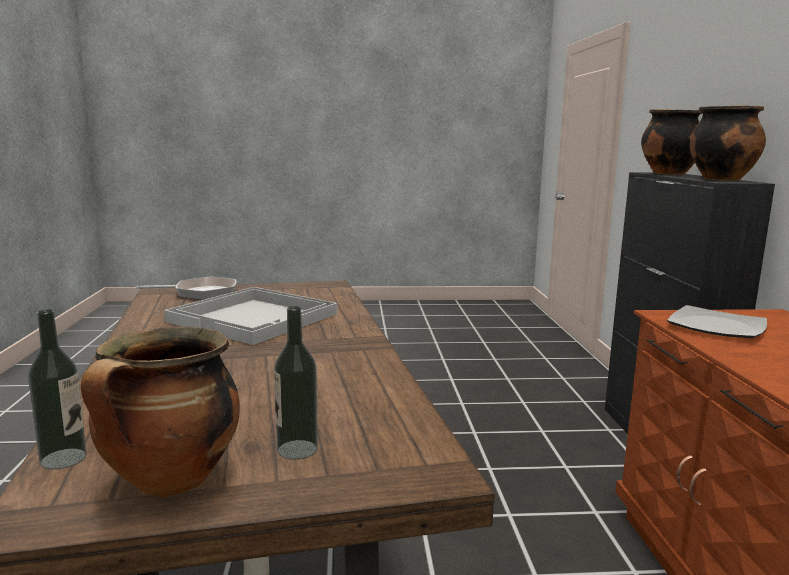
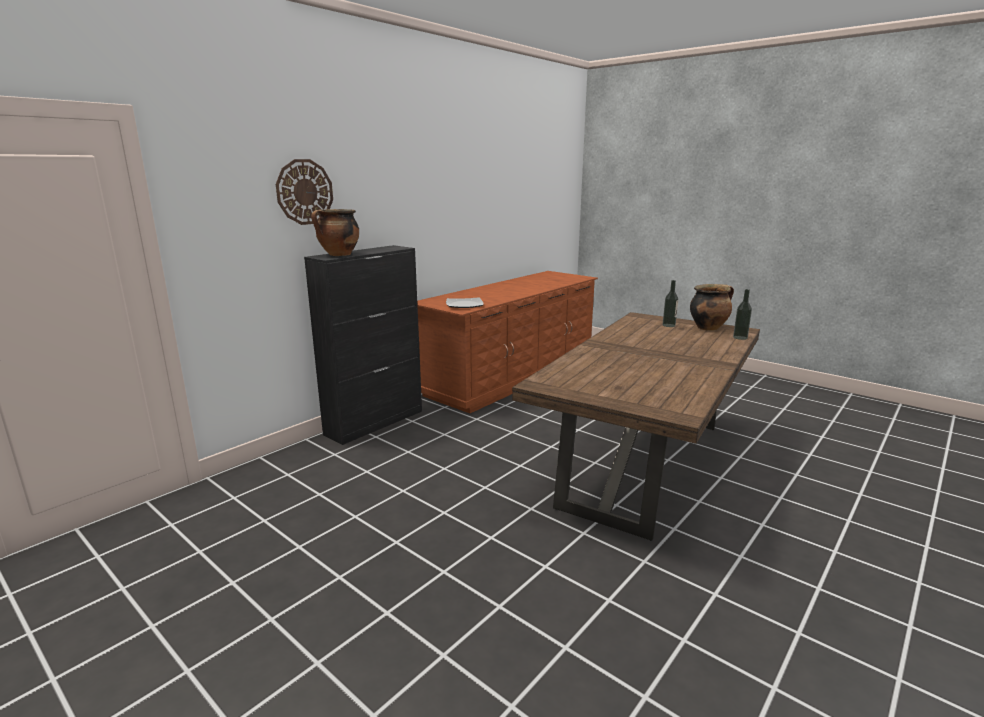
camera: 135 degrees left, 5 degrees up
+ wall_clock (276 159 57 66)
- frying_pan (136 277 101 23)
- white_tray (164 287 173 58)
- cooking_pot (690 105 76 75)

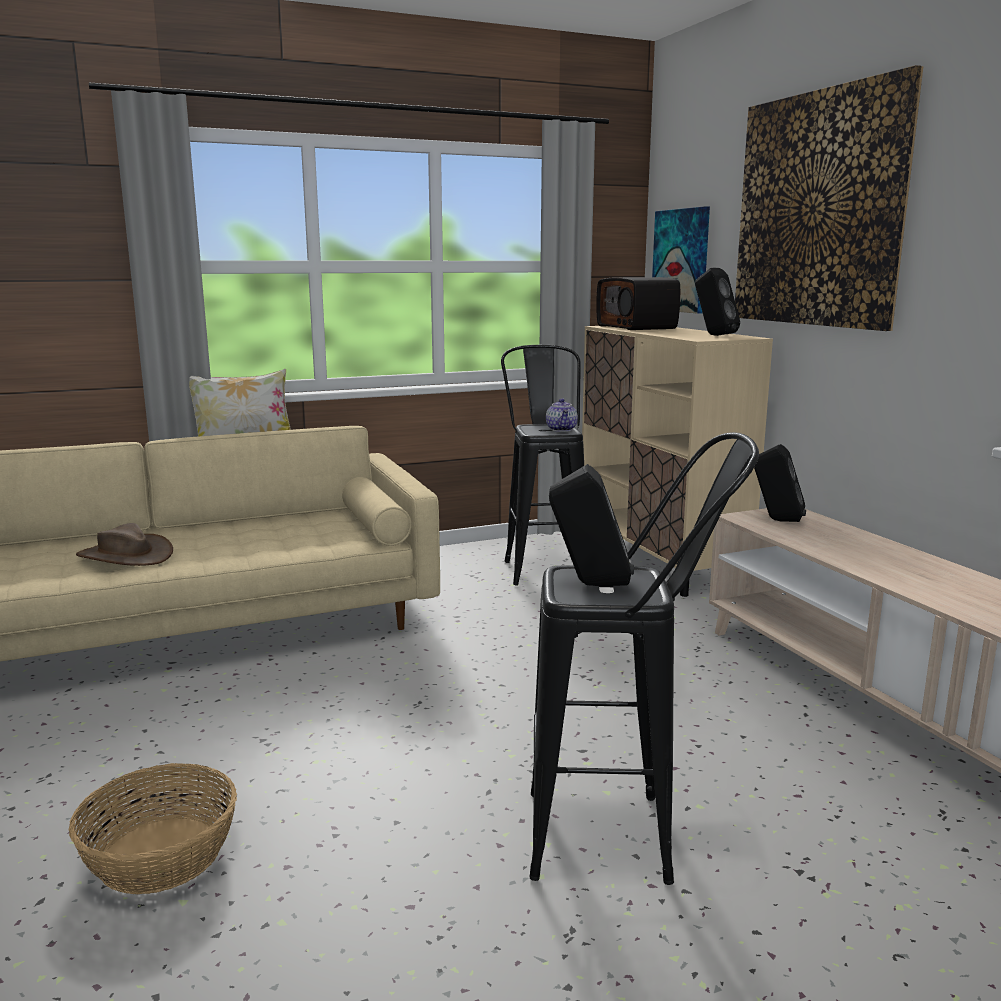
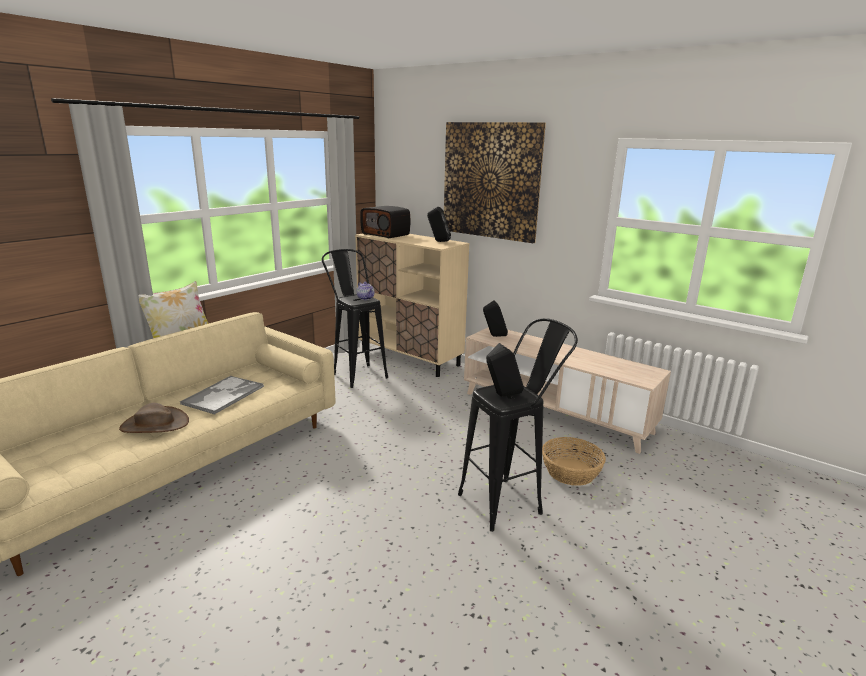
camera: 30 degrees left, 5 degrees up
+ tray (180 376 84 39)
~ basket (69 763 168 131) to (542 437 64 49)
- picture (652 206 58 108)

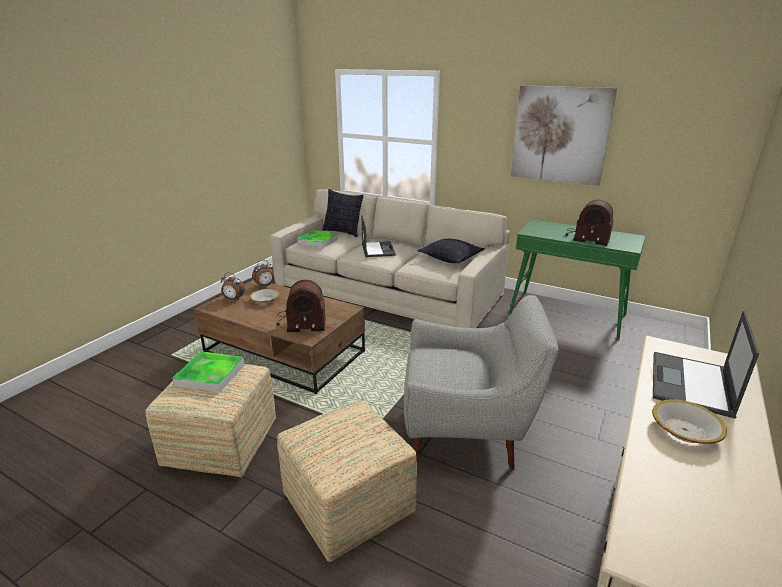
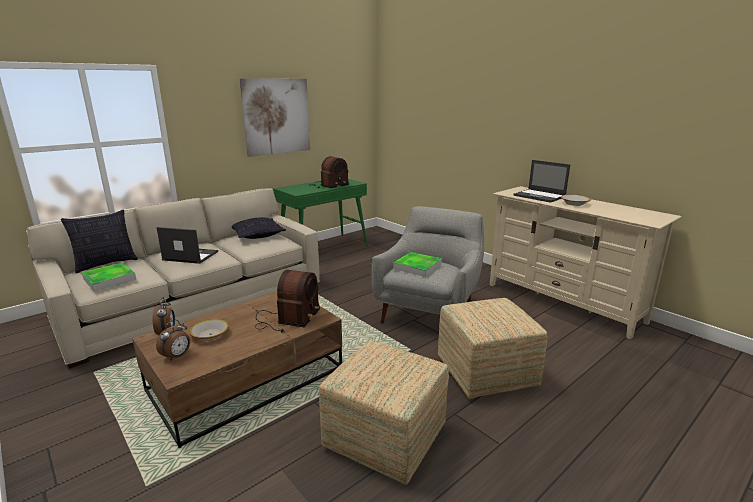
camera: 70 degrees left, 5 degrees down
~ tray (173 351 72 42) to (393 252 49 25)

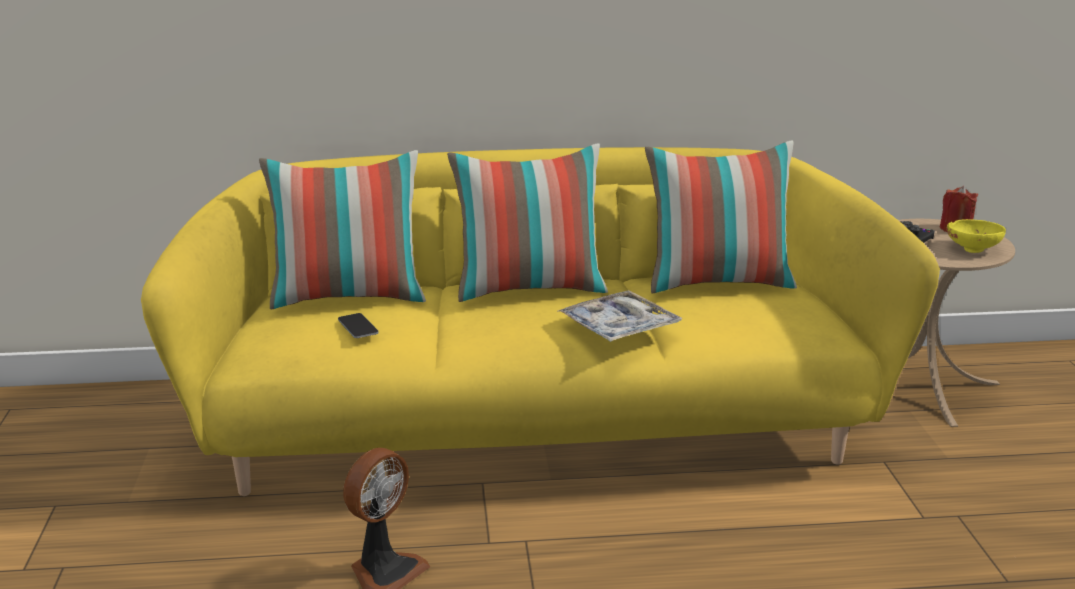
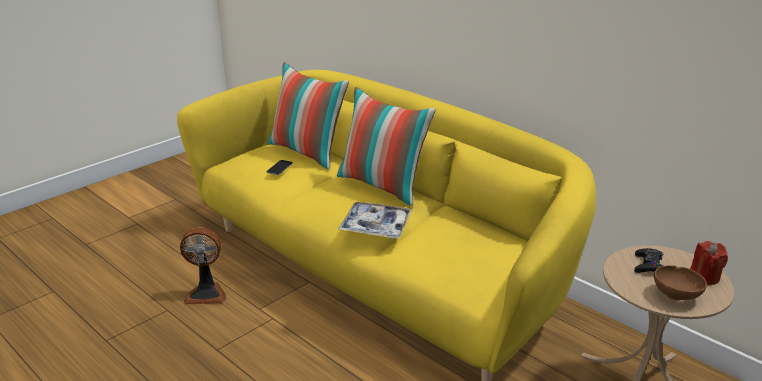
camera: 50 degrees right, 5 degrees up
~ yellow_bowl (947 219 59 34) to brown_bowl (654 265 53 36)
- pillow (645 141 152 152)

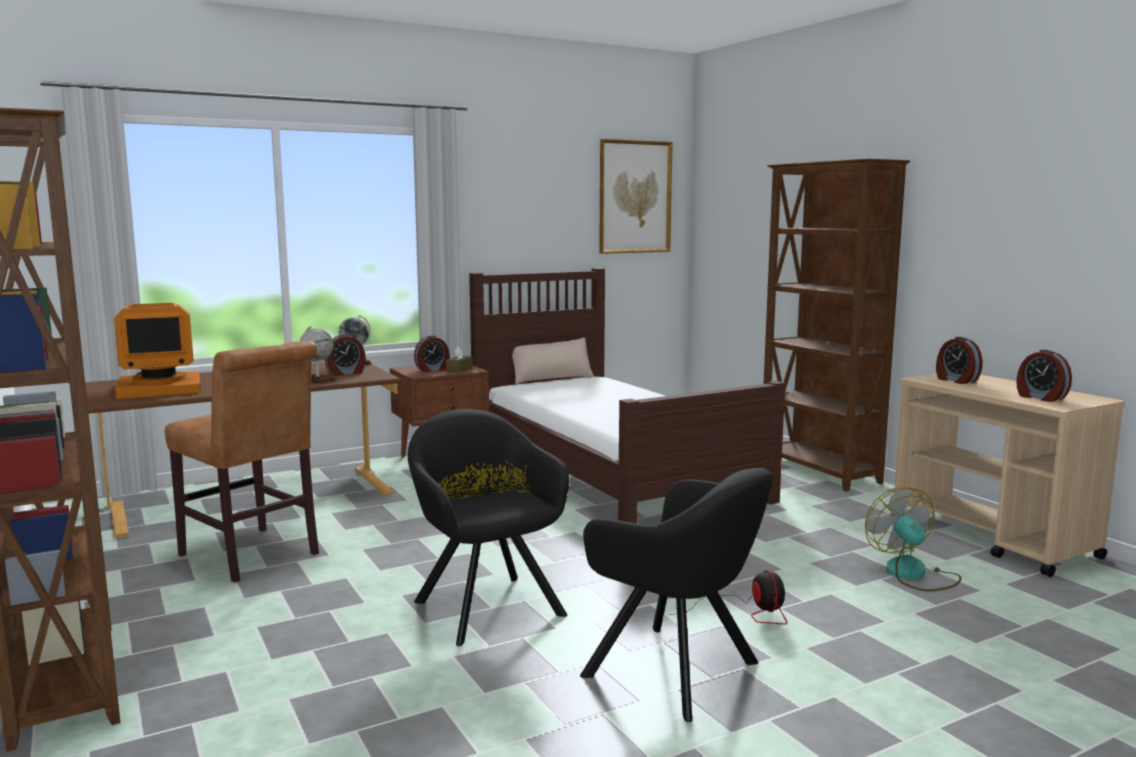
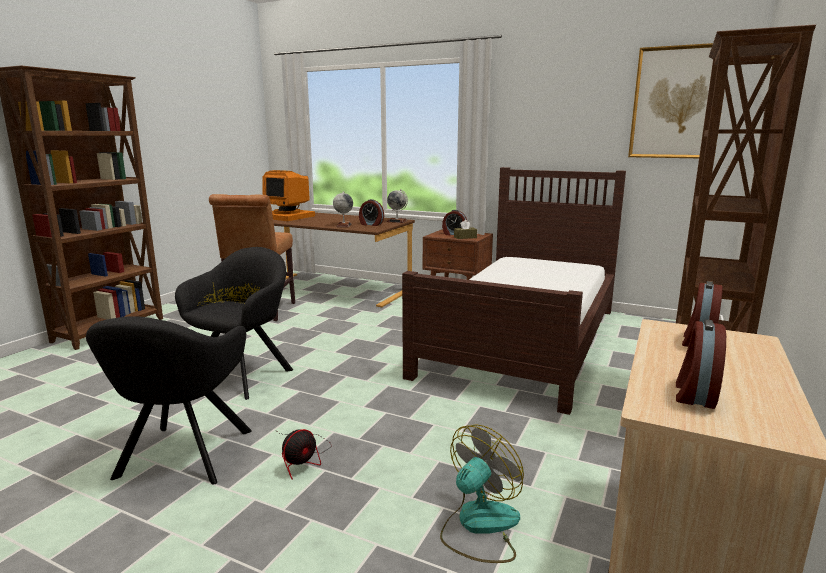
camera: 55 degrees right, 5 degrees up
- beige_pillow (512 338 82 46)

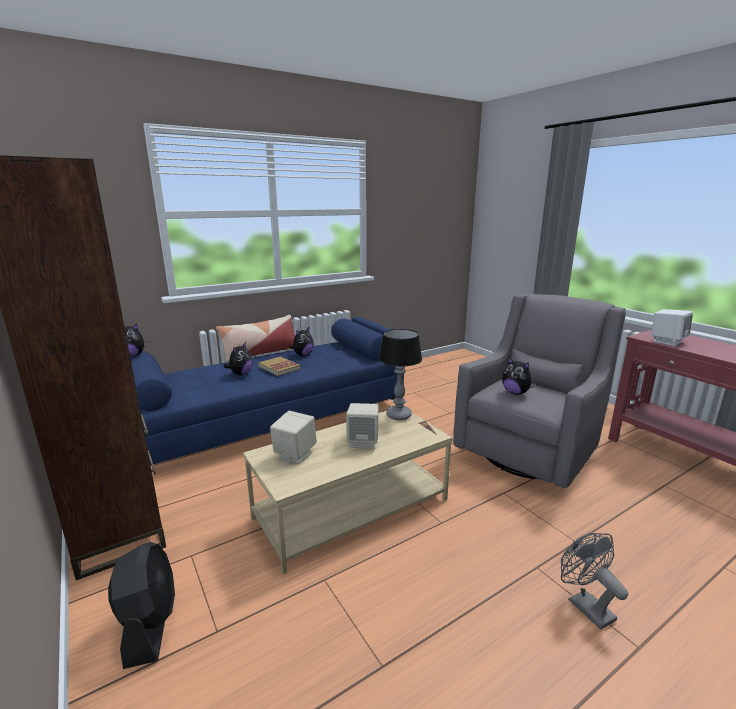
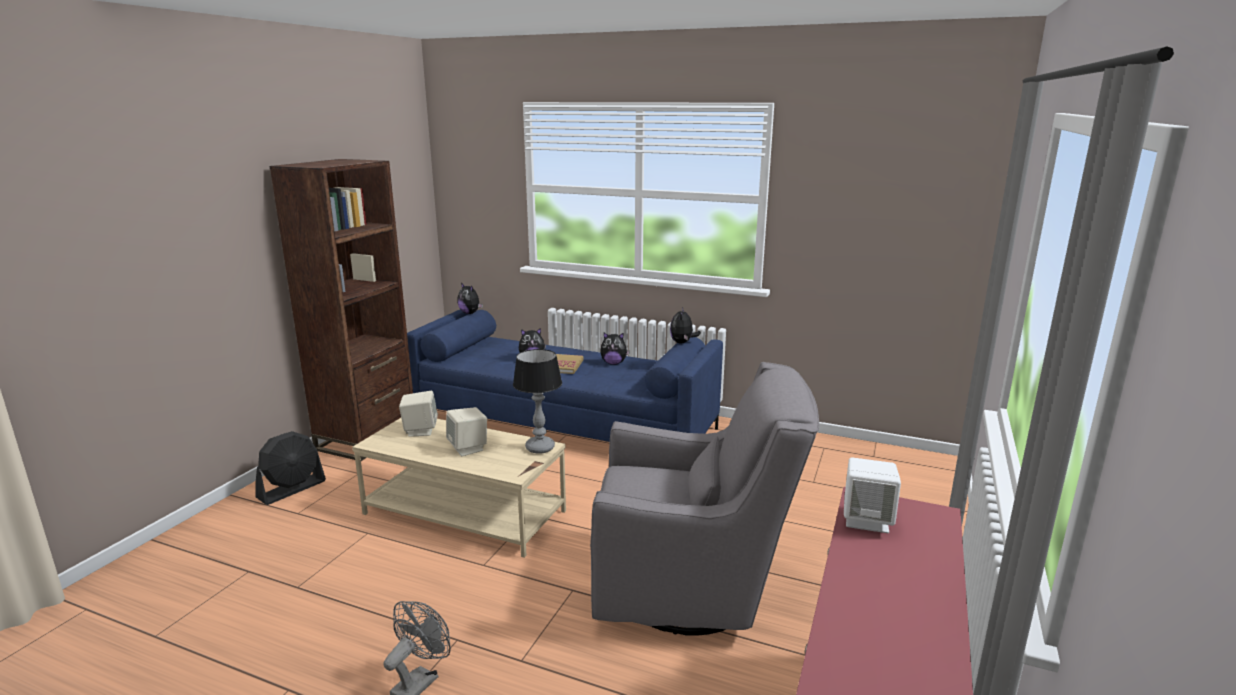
camera: 55 degrees right, 0 degrees up
~ plush_toy (502 357 34 38) to (670 307 31 37)
- pillow (216 315 79 48)

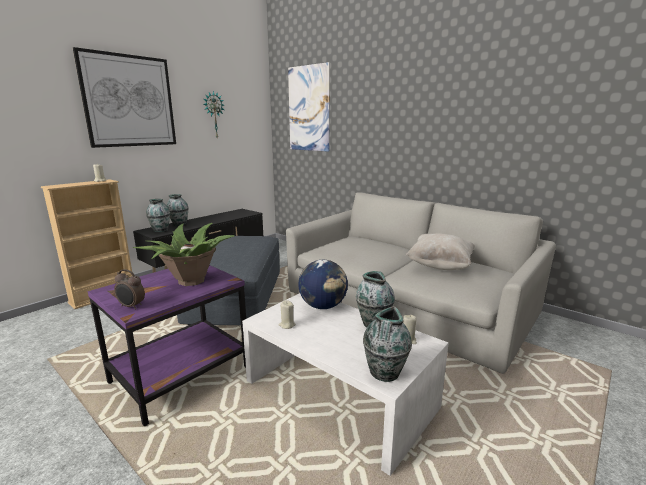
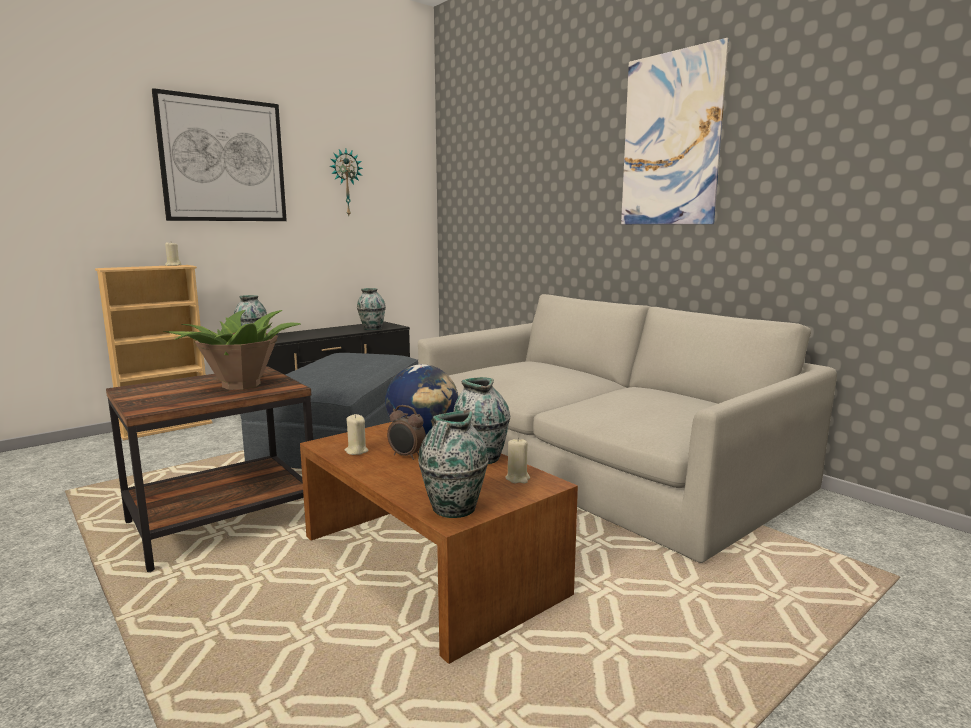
camera: 10 degrees right, 5 degrees down
~ purple_side_table (88 265 158 161) to brown_side_table (106 366 207 206)
~ white_coffee_table (242 293 207 183) to brown_coffee_table (300 422 278 242)
~ vase (167 194 22 31) to (357 288 29 42)
~ alarm_clock (114 269 31 41) to (387 405 39 55)
~ picture (288 62 42 90) to (621 38 108 186)
- beige_pillow (406 233 69 37)

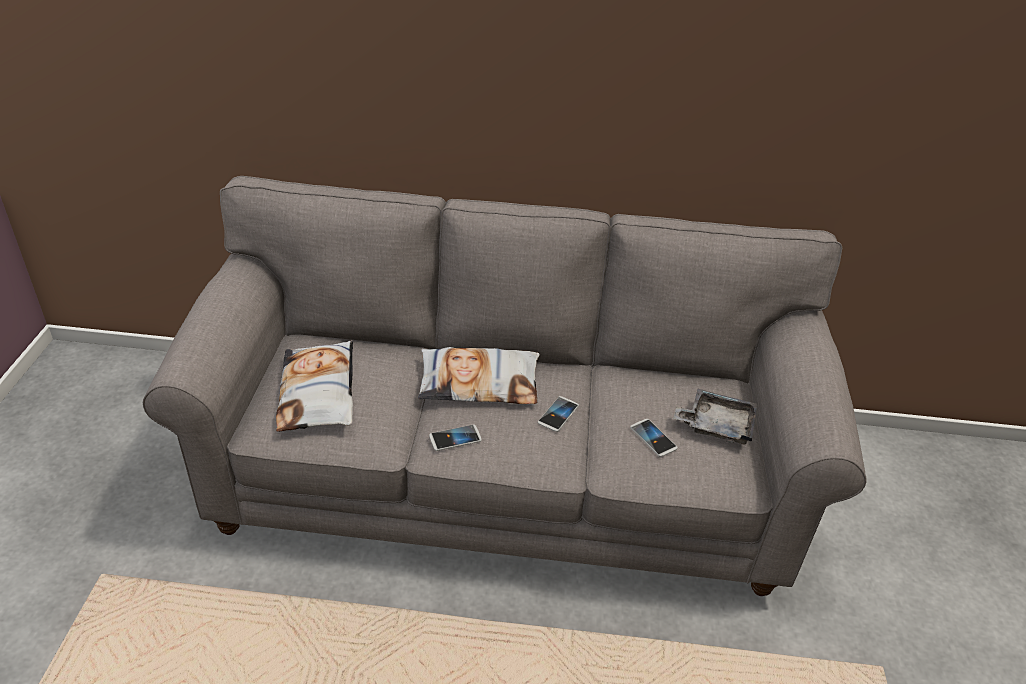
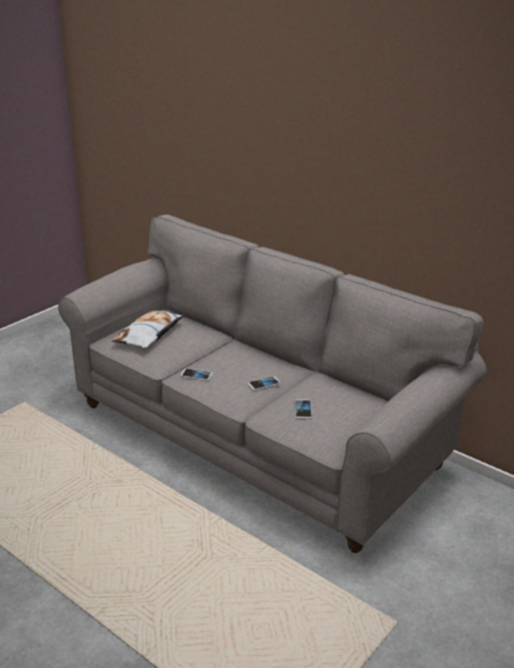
camera: 35 degrees right, 10 degrees down
- pillow (418 347 122 57)
- grey_tray (673 389 84 56)

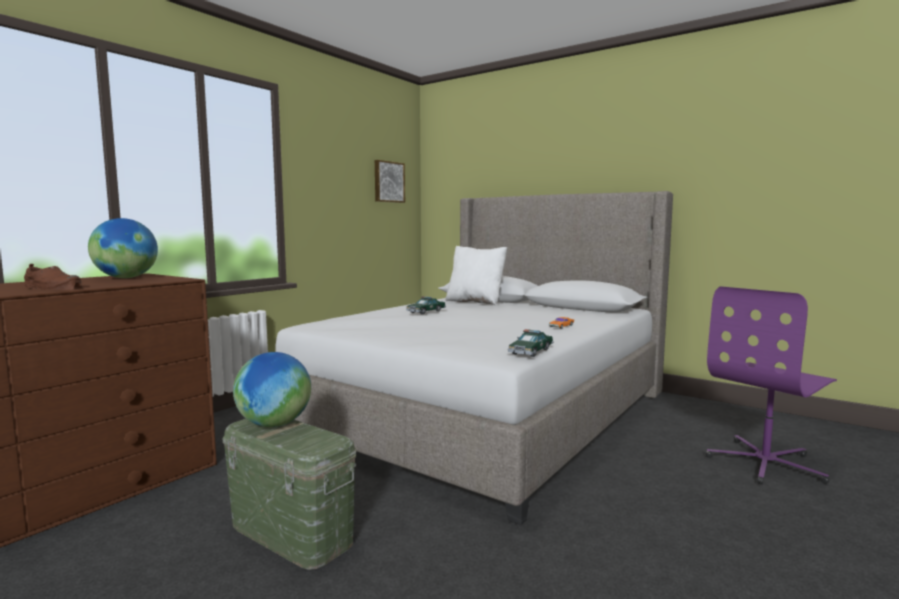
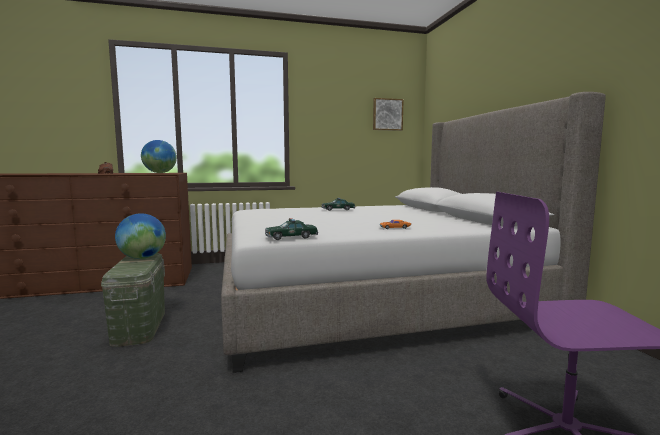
camera: 40 degrees right, 0 degrees up
- white_pillow (445 246 62 60)

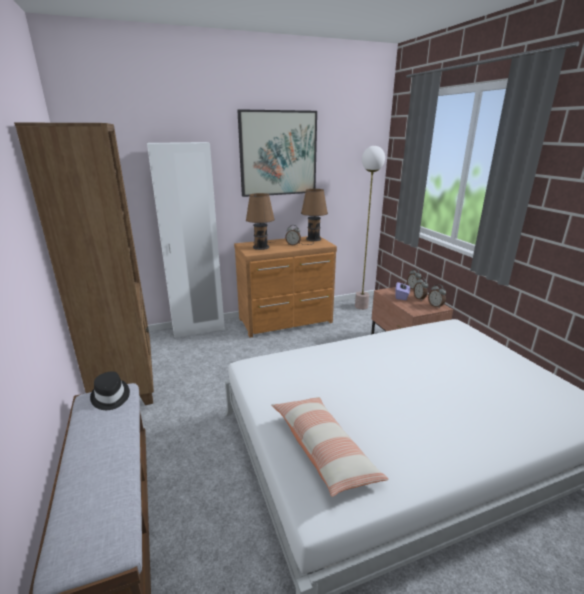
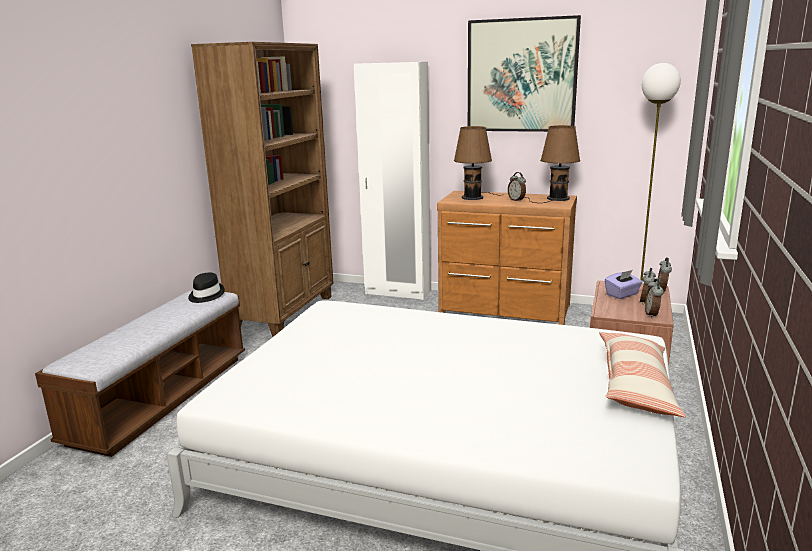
camera: 40 degrees right, 5 degrees down
~ pillow (271 397 117 100) to (599 332 87 85)

